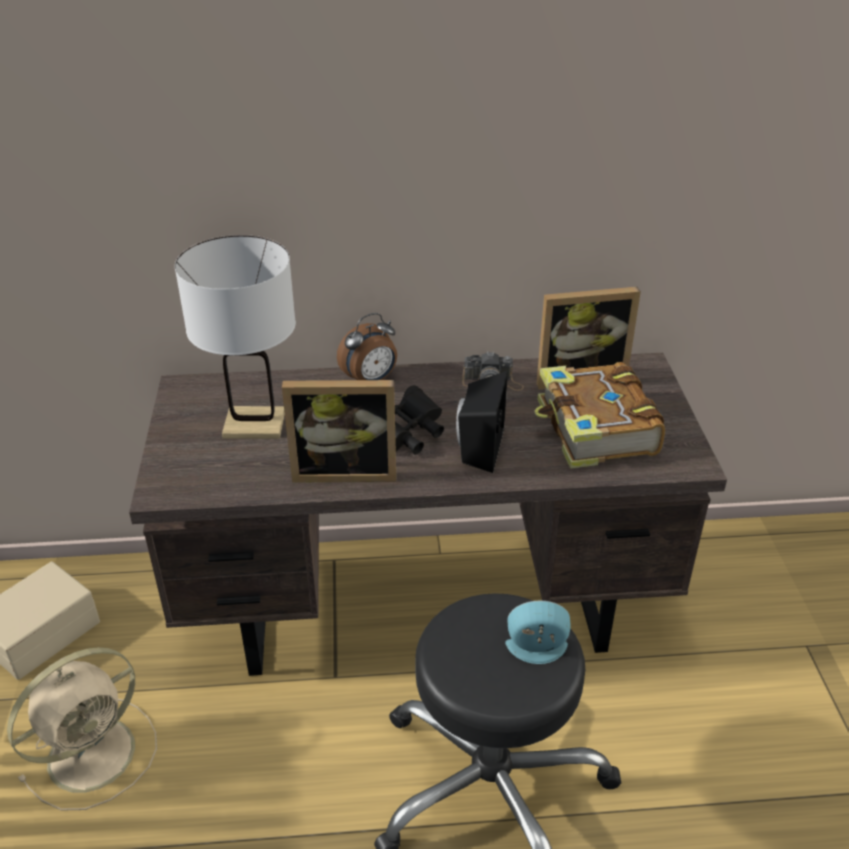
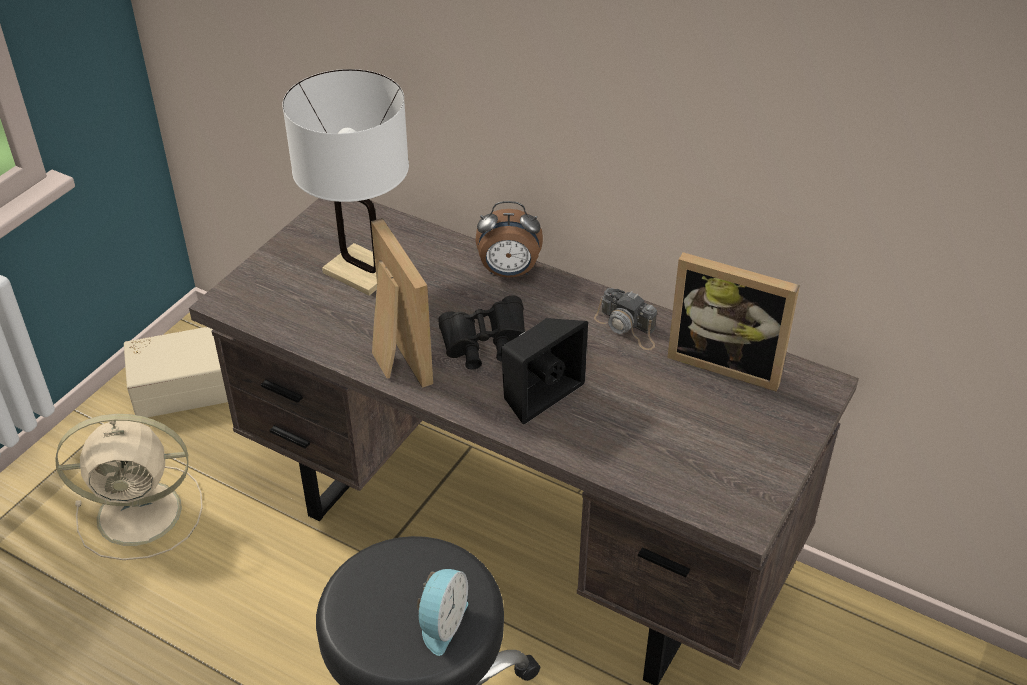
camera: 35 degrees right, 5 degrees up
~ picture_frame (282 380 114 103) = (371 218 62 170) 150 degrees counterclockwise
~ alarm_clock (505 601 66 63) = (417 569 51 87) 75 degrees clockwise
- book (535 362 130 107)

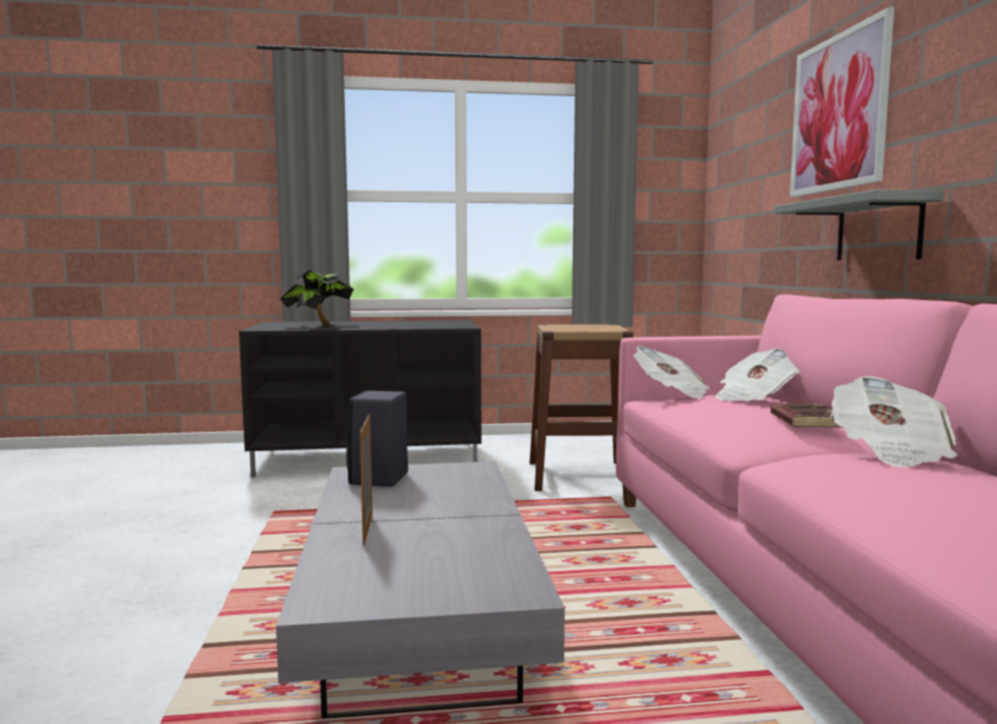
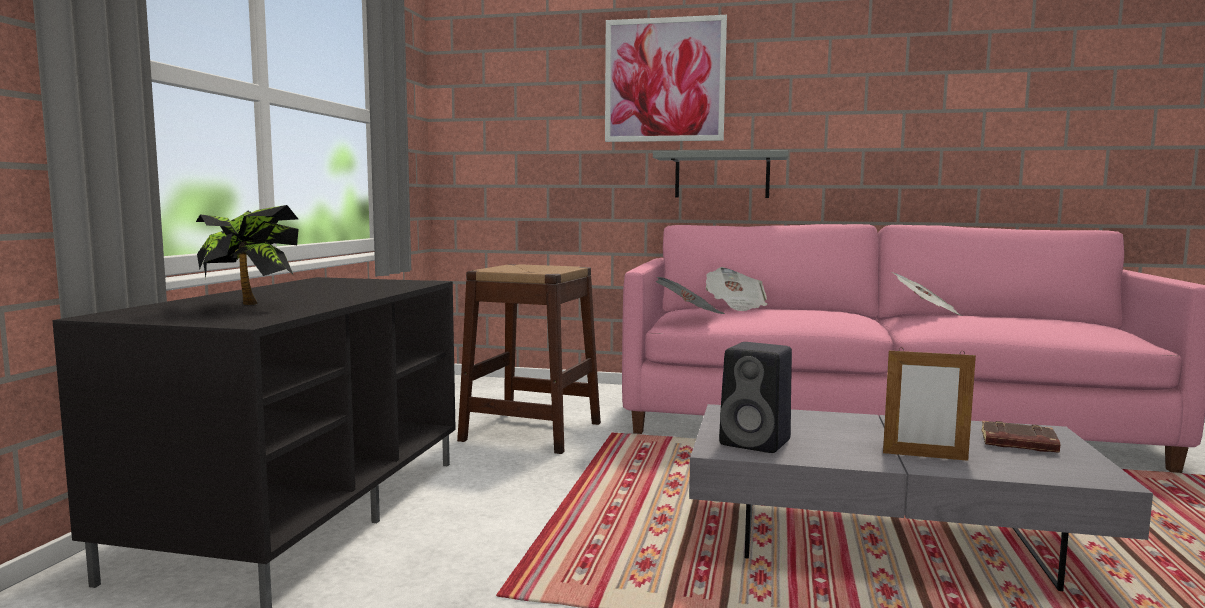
camera: 70 degrees left, 0 degrees up
~ brown_book (771 404 72 24) to (981 421 79 32)

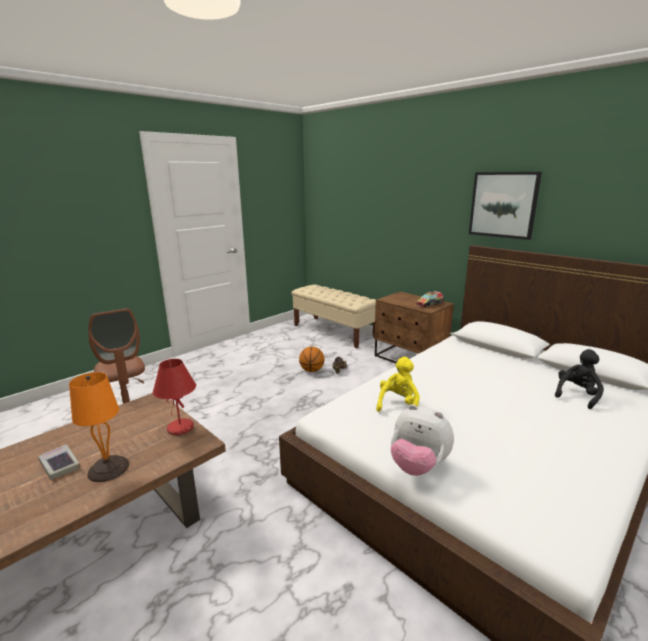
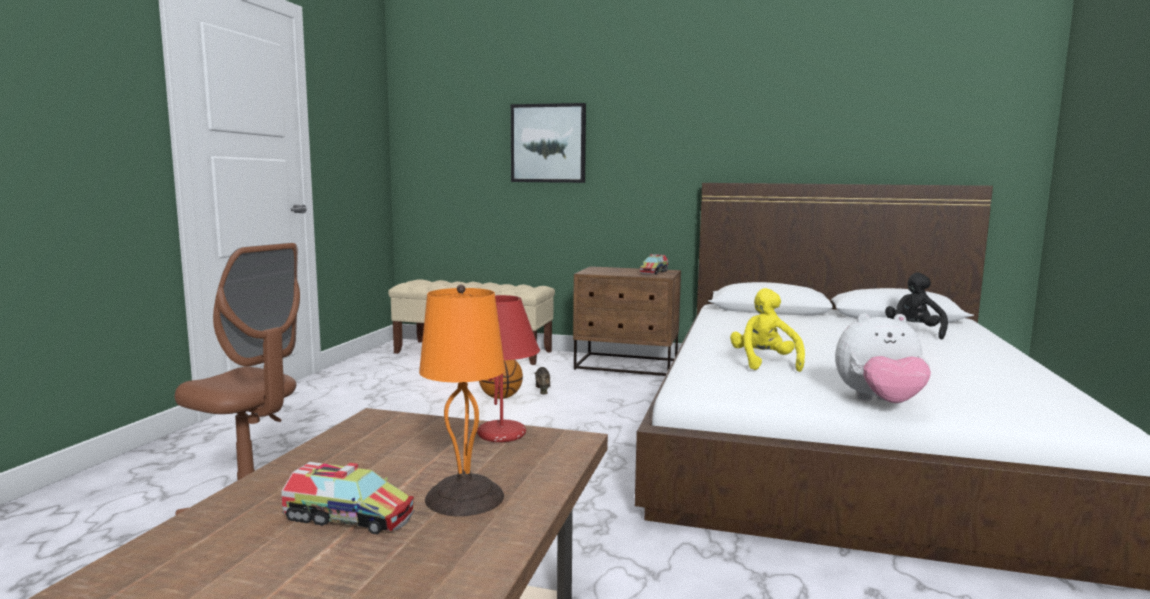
camera: 30 degrees left, 10 degrees down
~ book (38 444 42 35) to toy_truck (281 462 134 72)
~ picture (469 172 73 68) to (511 103 75 80)

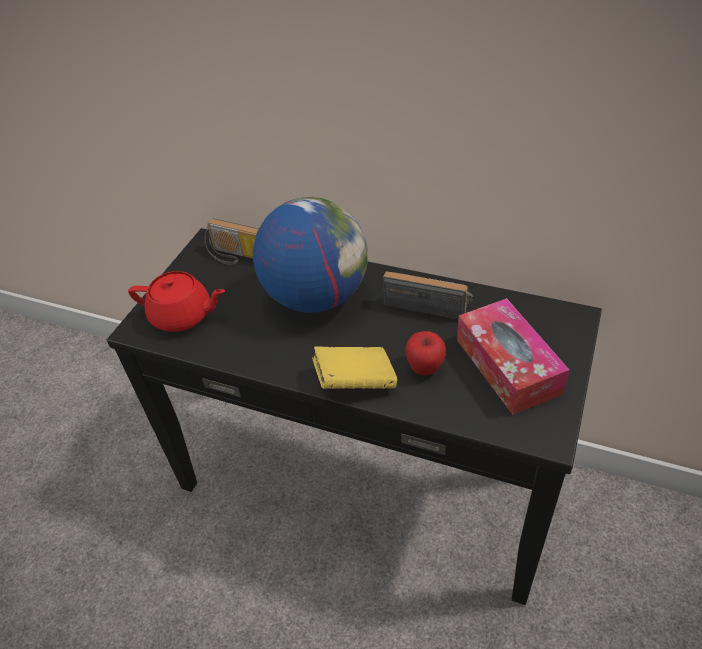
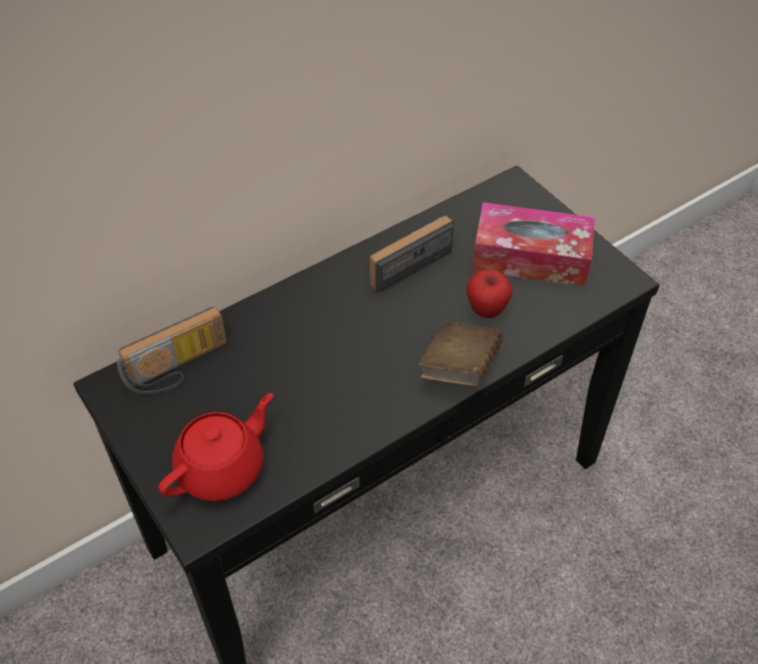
camera: 60 degrees left, 5 degrees up
~ yellow_book (312 347 85 42) to brown_book (418 321 85 65)
- globe (253 197 115 116)

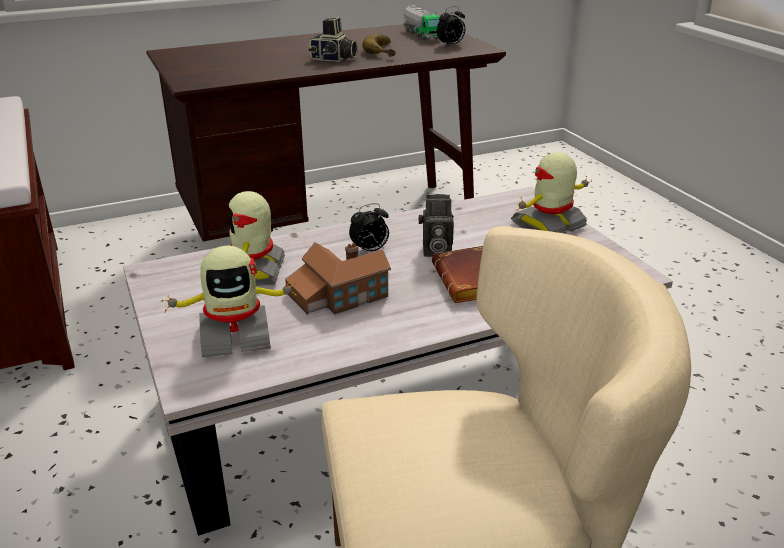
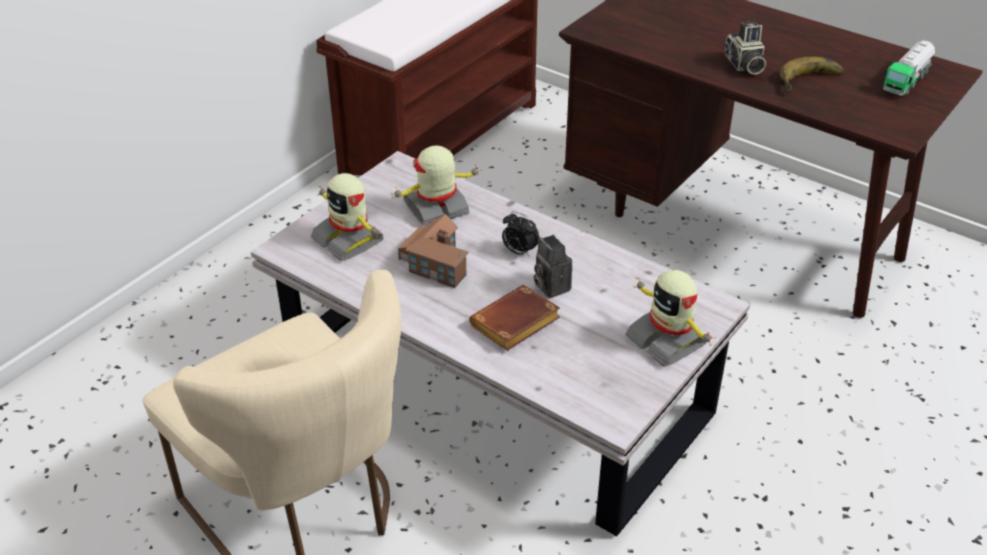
camera: 60 degrees right, 10 degrees up
~ toy_robot (511 152 81 82) = (625 270 91 97) 150 degrees counterclockwise
- alarm_clock (437 6 28 40)

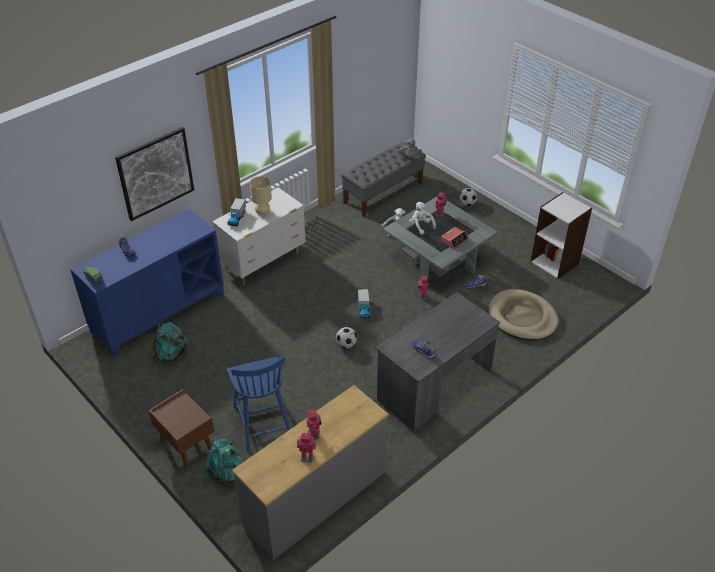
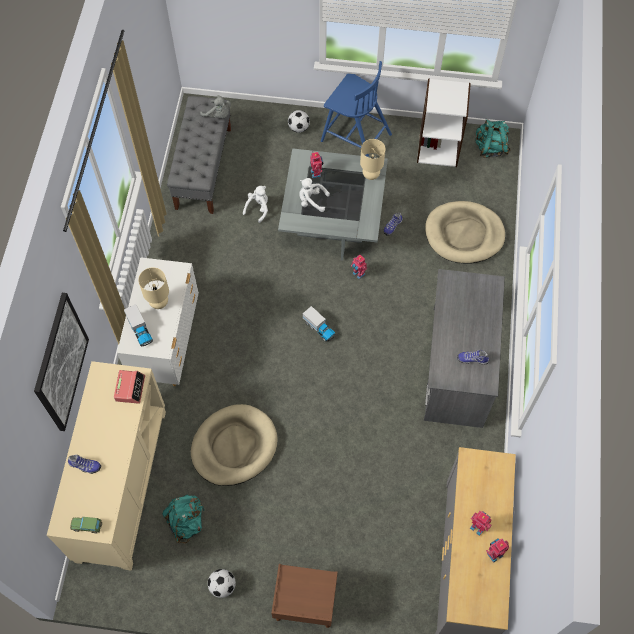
camera: 40 degrees left, 20 degrees up
~ blue_cabinet (70 209 154 148) to beige_cabinet (47 361 119 210)
~ alarm_clock (441 227 27 22) to (114 370 31 34)
+ beige_dog_bed (191 404 87 82)
~ football (336 327 21 22) to (208 569 28 29)
~ blue_chair (227 356 64 96) to (321 61 71 96)
+ beige_table_lamp (360 139 25 41)
~ turquoise_backpack (204 439 39 48) to (476 119 34 39)

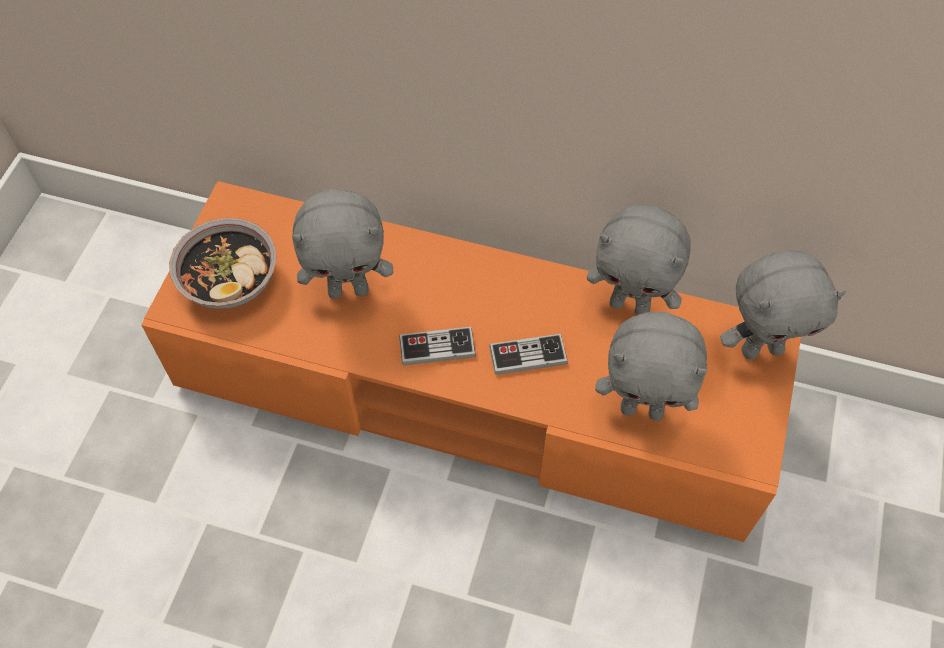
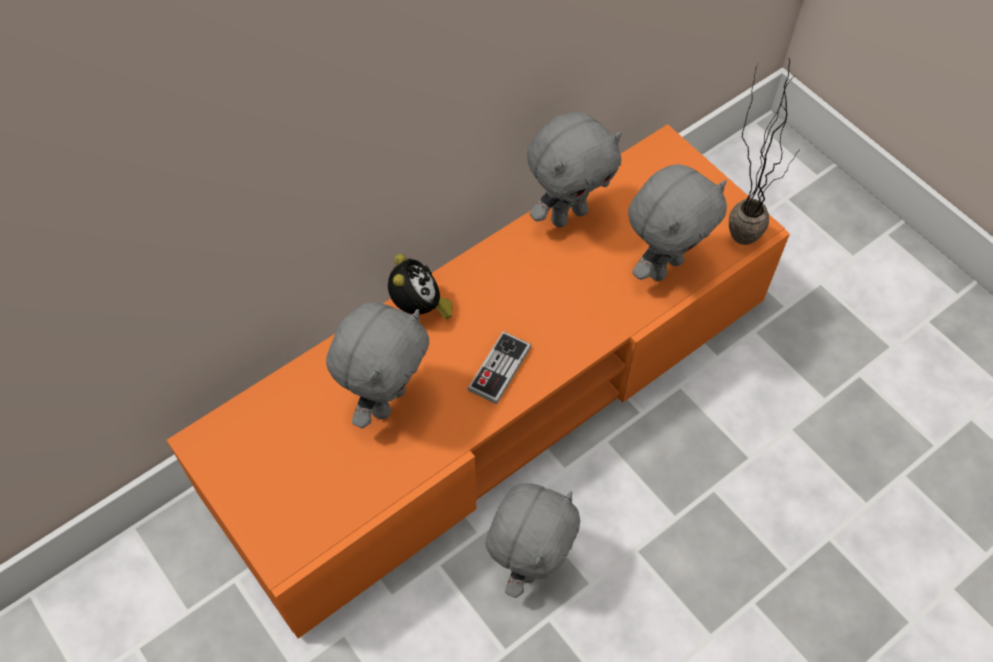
camera: 55 degrees left, 0 degrees up
+ alarm_clock (388 254 64 65)
~ grey_plush_toy (720 250 126 110) to (486 483 94 115)
+ potted_plant (729 58 68 187)
- bowl (169 218 108 91)
- game_controller (489 334 79 41)

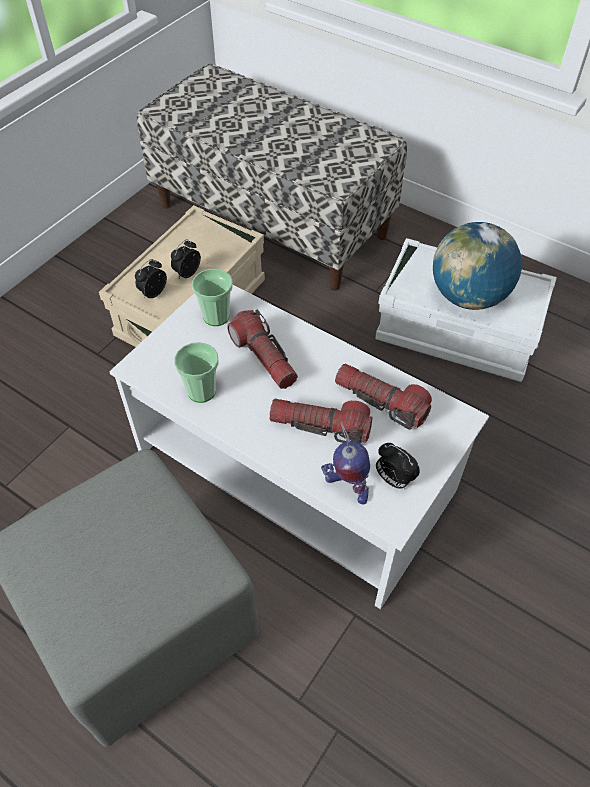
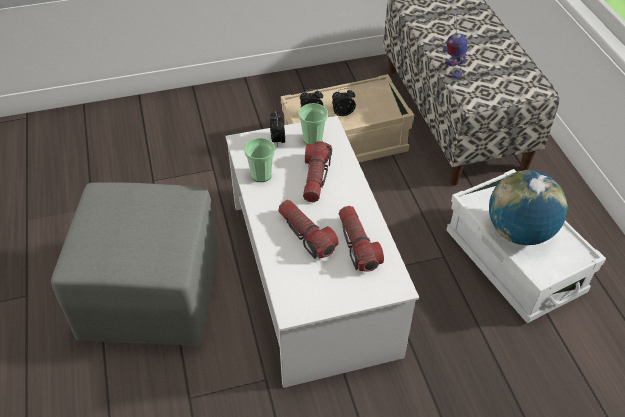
camera: 40 degrees right, 5 degrees down
~ alarm_clock (376 443 44 46) to (270 110 15 36)
~ toy_robot (321 421 49 83) to (442 11 25 68)

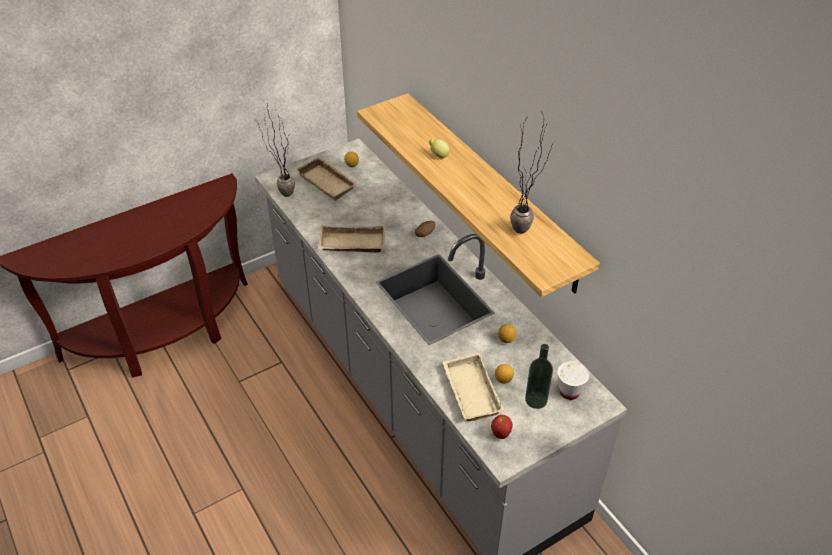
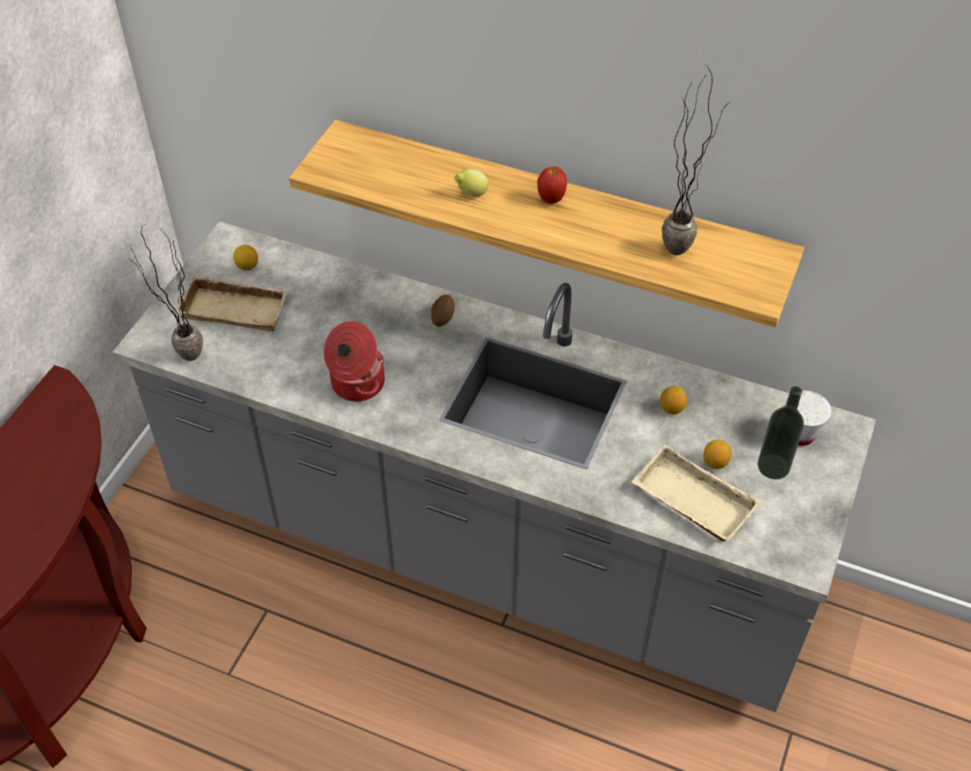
camera: 35 degrees left, 5 degrees up
~ beige_tray (318 225 68 28) to cooking_pot (324 321 61 81)
~ apple (491 415 22 24) to (537 167 30 37)

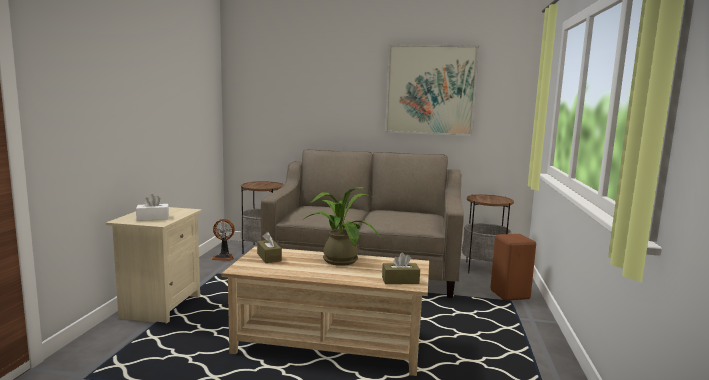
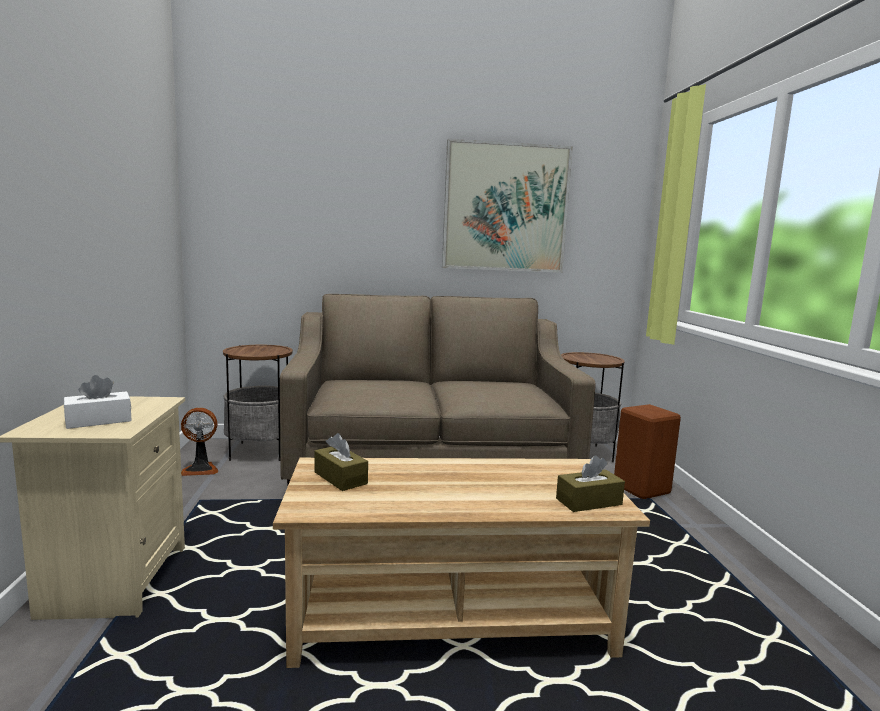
camera: 15 degrees left, 0 degrees up
- potted_plant (304 187 76 79)

